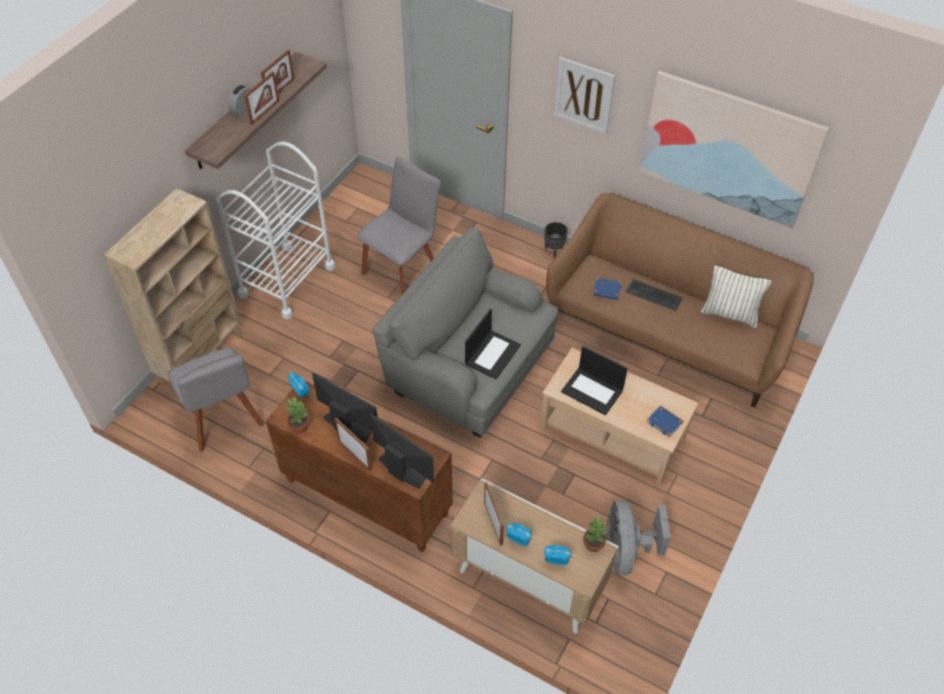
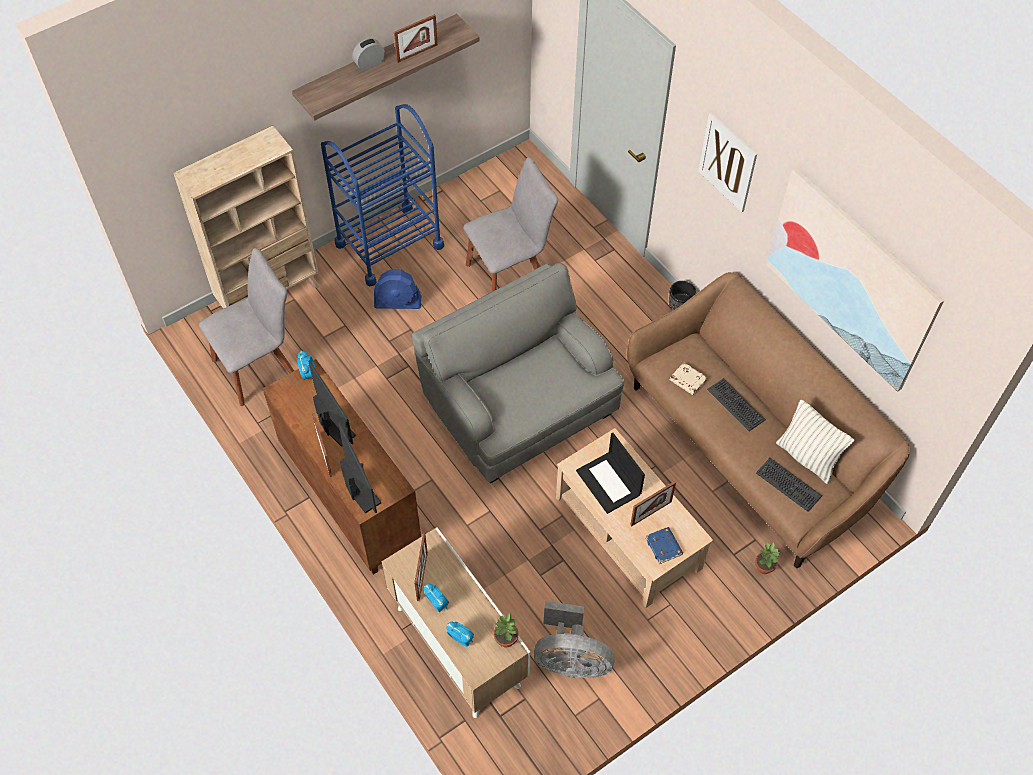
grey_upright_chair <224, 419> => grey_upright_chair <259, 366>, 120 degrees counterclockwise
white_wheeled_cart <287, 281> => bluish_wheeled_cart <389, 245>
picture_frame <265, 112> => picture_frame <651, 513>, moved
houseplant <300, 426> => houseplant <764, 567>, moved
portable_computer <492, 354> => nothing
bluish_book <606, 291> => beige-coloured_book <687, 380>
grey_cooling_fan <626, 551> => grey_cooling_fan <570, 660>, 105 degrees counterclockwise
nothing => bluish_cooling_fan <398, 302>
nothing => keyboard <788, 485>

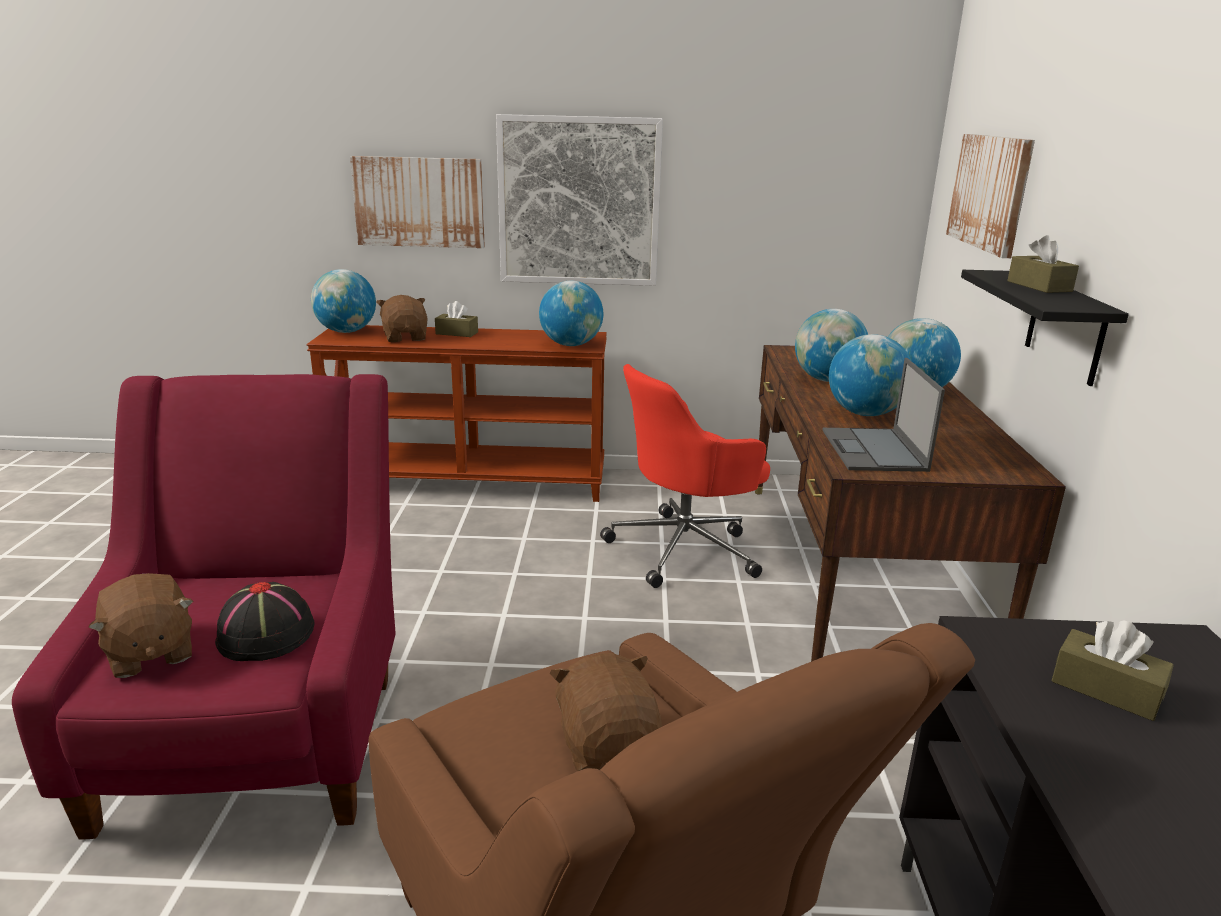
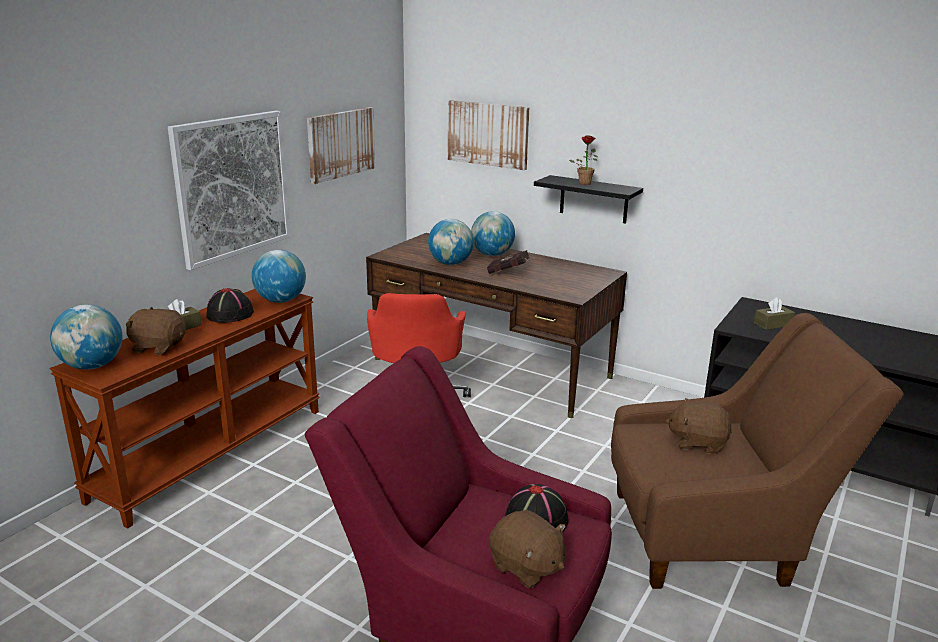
brown-coloured_soft_toy <150, 653> => brown-coloured_soft_toy <526, 567>, 45 degrees clockwise
wall_picture <419, 202> => wall_picture <341, 144>, moved
portable_computer <874, 451> => nothing
desk_globe <864, 414> => red-coloured_book <509, 273>
brown-coloured_tissue_holder <1039, 286> => houseplant <584, 183>
nothing => black-coloured_clothing_hat <230, 314>

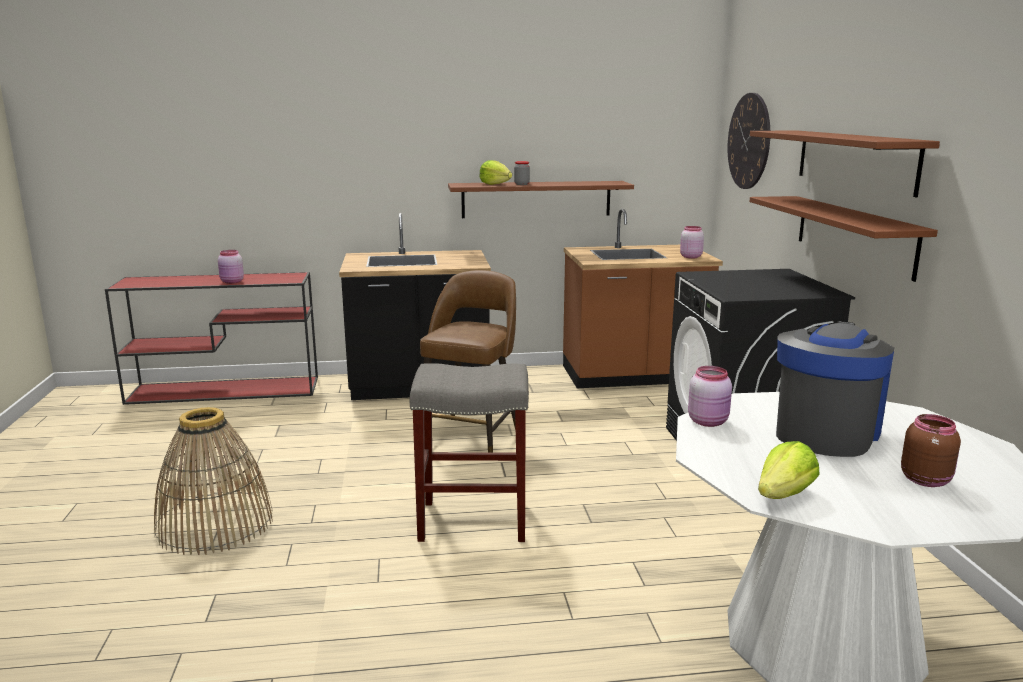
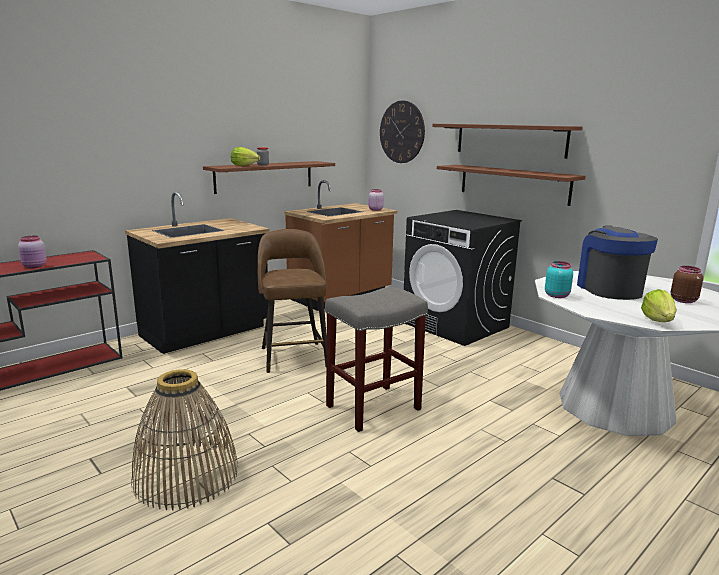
pinkish_preserve_jar <709, 421> => blue-green_preserve_jar <557, 295>

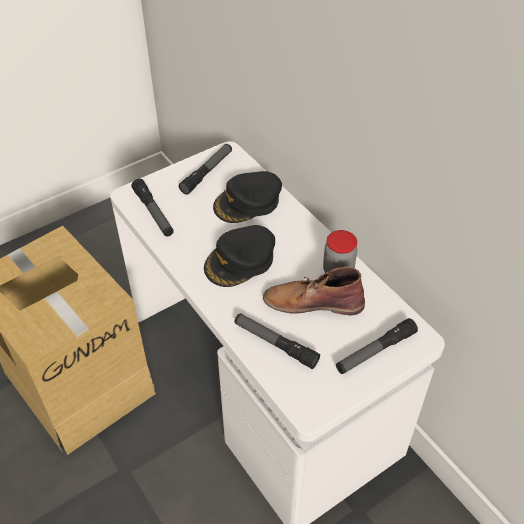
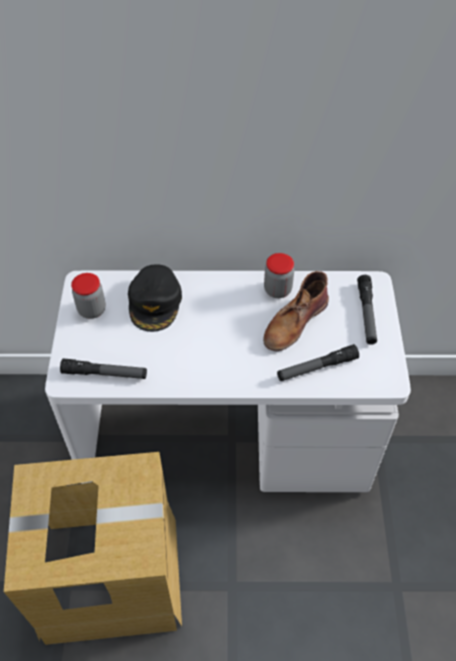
torch <207, 172> => preserve_jar <92, 310>
black-coloured_baseball_cap <240, 261> => nothing

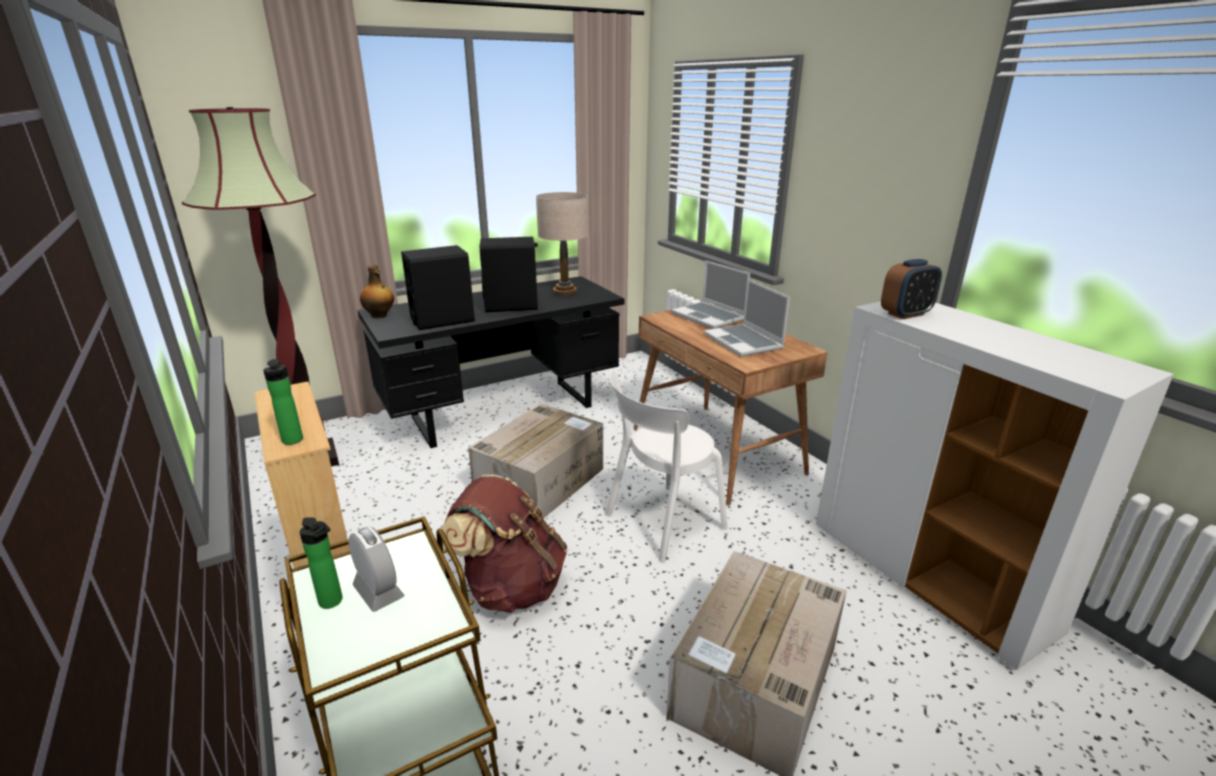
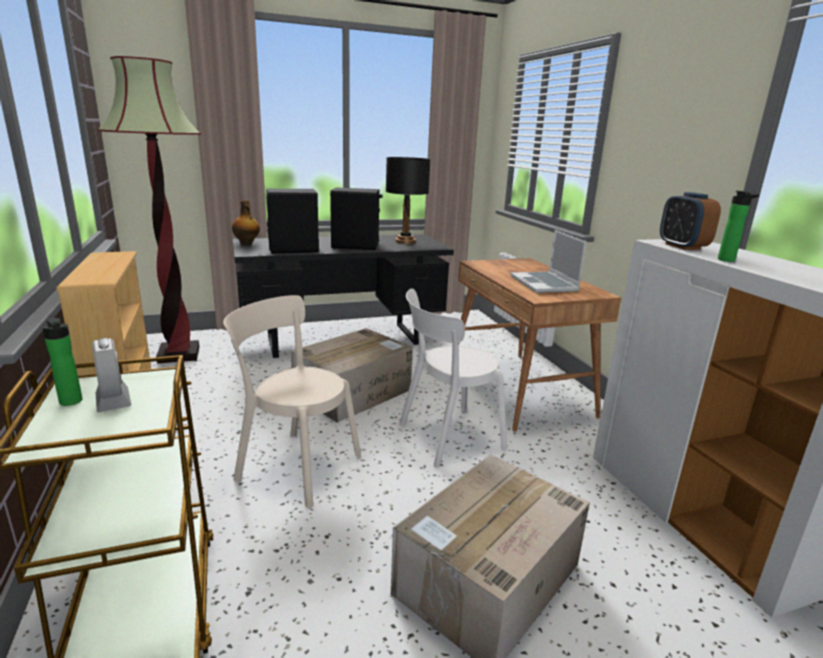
beverage_bottle <293, 441> => beverage_bottle <728, 261>, moved
brown-coloured_knapsack <511, 586> => beige-coloured_upright_chair <295, 465>
beige-coloured_lamp_for_a_table <565, 292> => black-coloured_lamp_for_a_table <405, 242>
portable_computer <709, 317> => nothing
table_clock <905, 314> => table_clock <682, 246>, 90 degrees clockwise

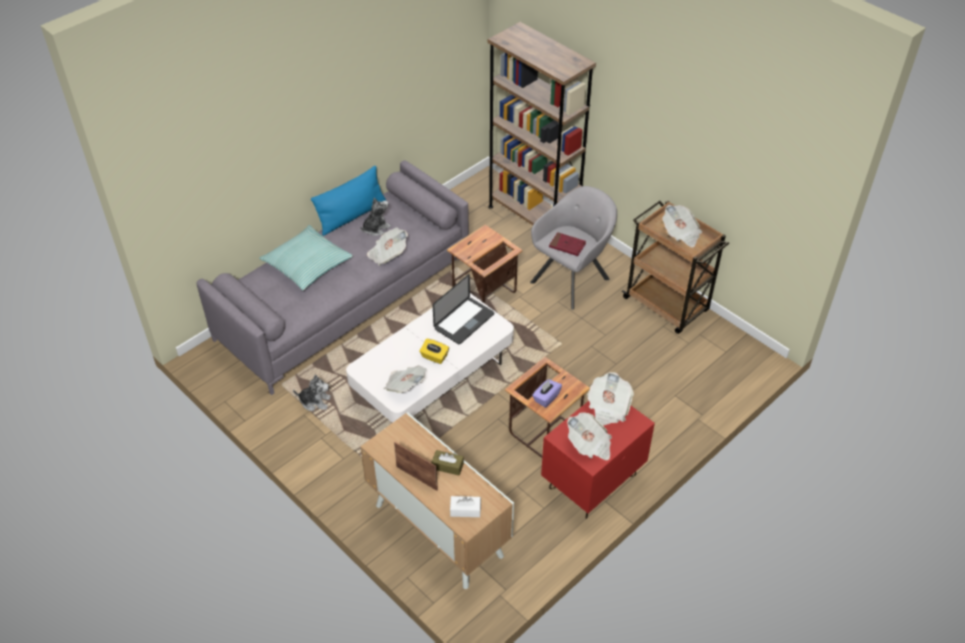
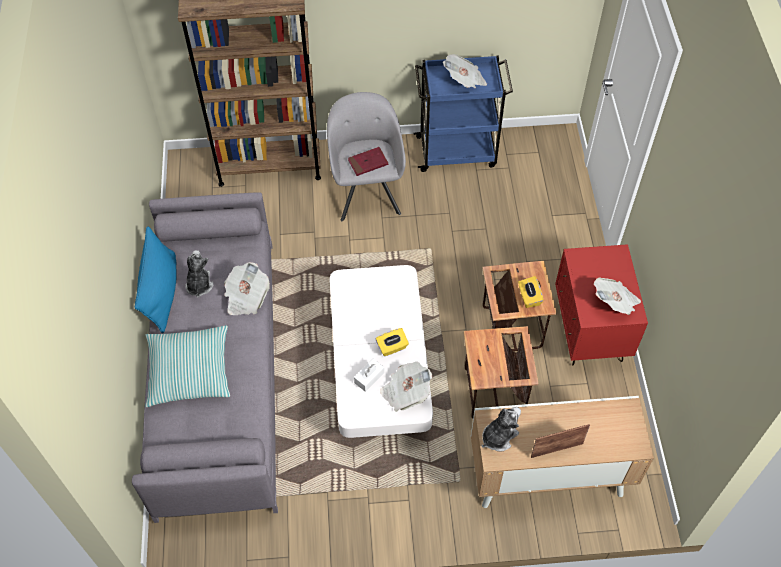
soft_toy <315, 401> => soft_toy <498, 436>, moved
brown-coloured_tissue_holder <447, 466> => nothing
portable_computer <464, 321> => nothing
accent_table <483, 294> => accent_table <494, 393>, moved
white_tissue_holder <465, 510> => white_tissue_holder <369, 378>, moved
purple_tissue_holder <546, 398> => yellowish_tissue_holder <529, 297>
newspaper <608, 408> => nothing
brown-coloured_wheeled_cart <667, 305> => bluish_wheeled_cart <457, 151>

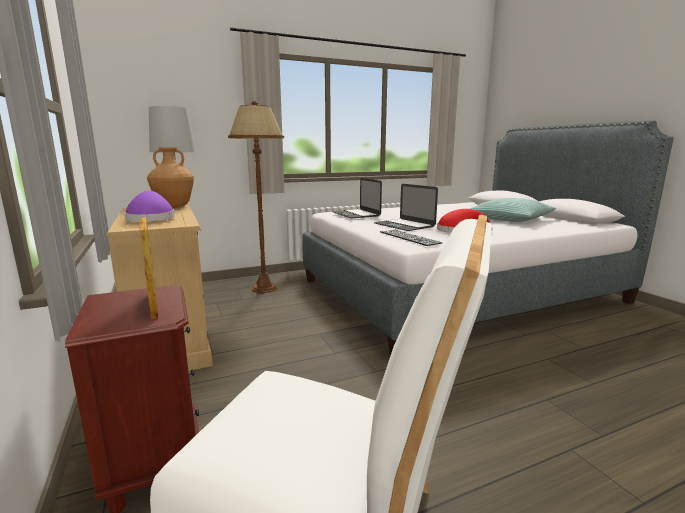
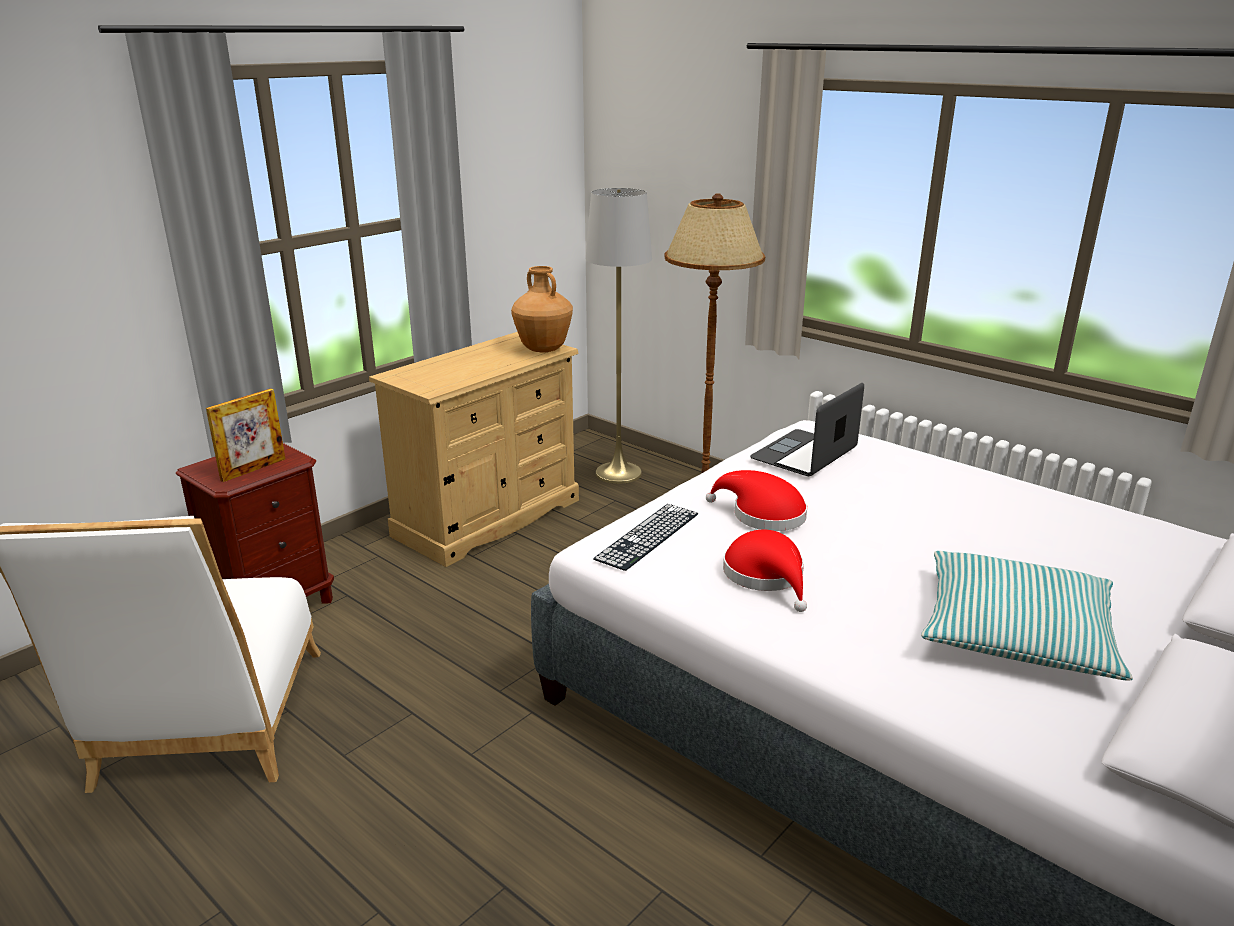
purple_clothing_hat <150, 219> => nothing
portable_computer <404, 225> => red-coloured_clothing_hat <762, 515>

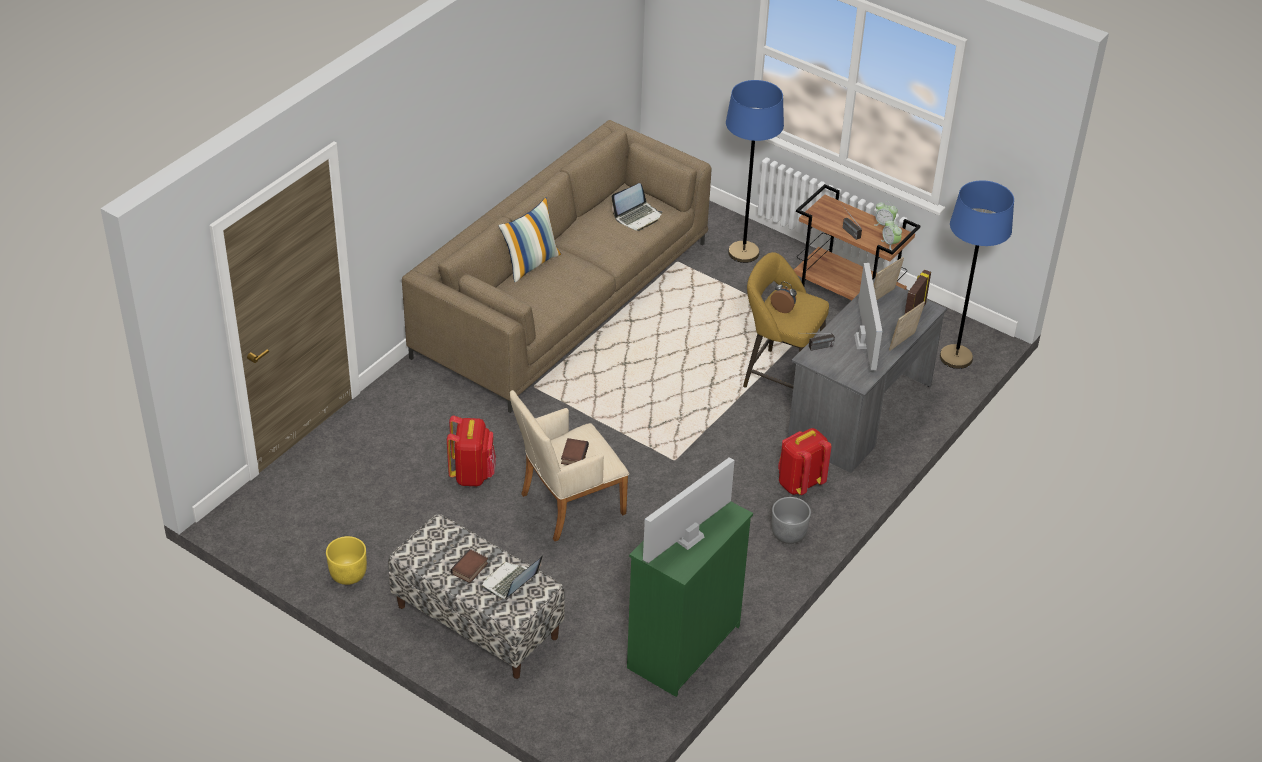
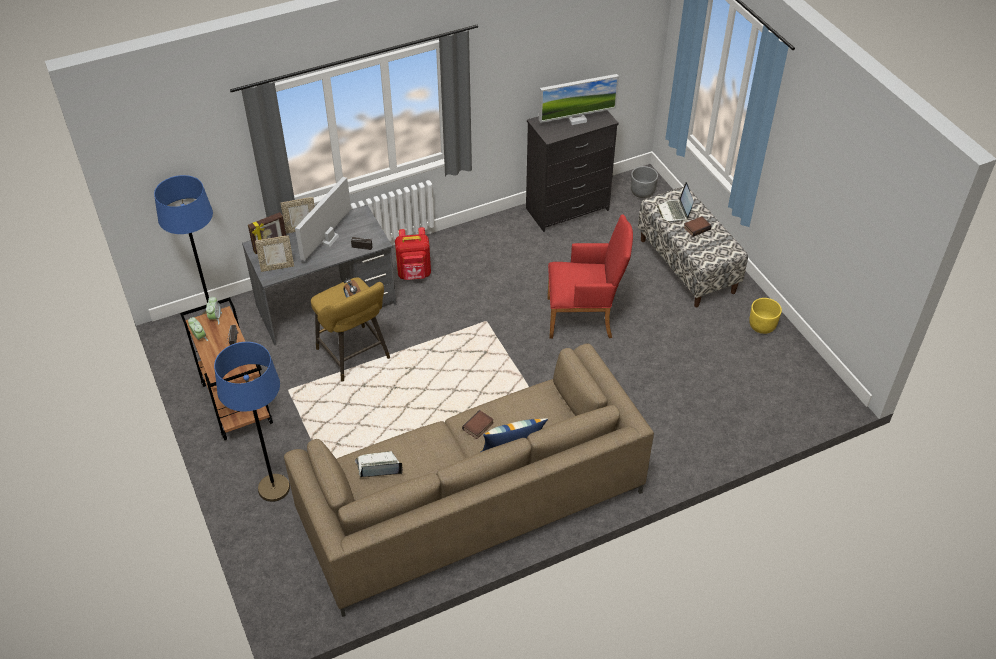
red-coloured_knapsack <472, 474> => nothing
portable_computer <510, 583> => portable_computer <674, 211>, 105 degrees clockwise
beige-coloured_armchair <566, 506> => red-coloured_armchair <584, 317>
book <573, 454> => book <478, 427>, moved
green-coloured_drawer_chest <682, 647> => black-coloured_drawer_chest <568, 209>
grey_planter <788, 533> => grey_planter <642, 192>, moved

